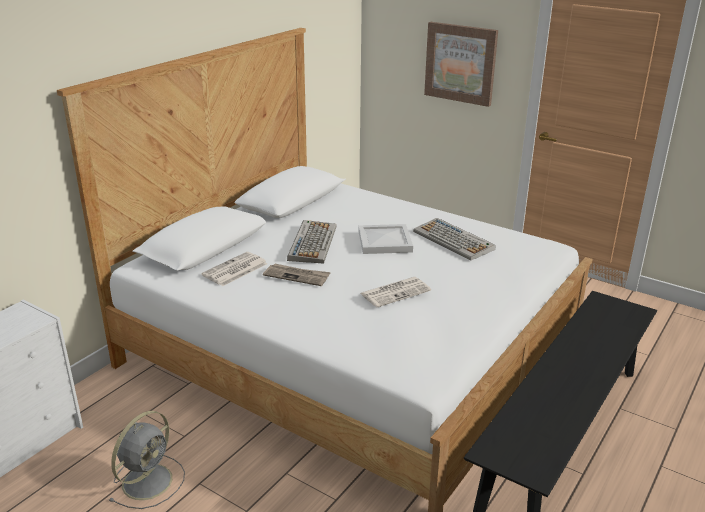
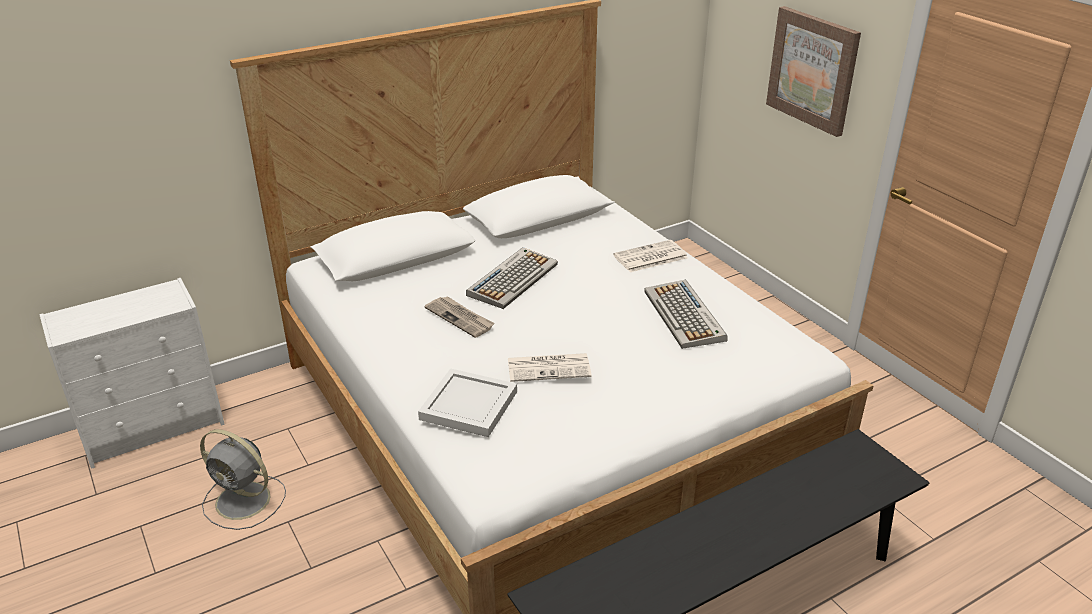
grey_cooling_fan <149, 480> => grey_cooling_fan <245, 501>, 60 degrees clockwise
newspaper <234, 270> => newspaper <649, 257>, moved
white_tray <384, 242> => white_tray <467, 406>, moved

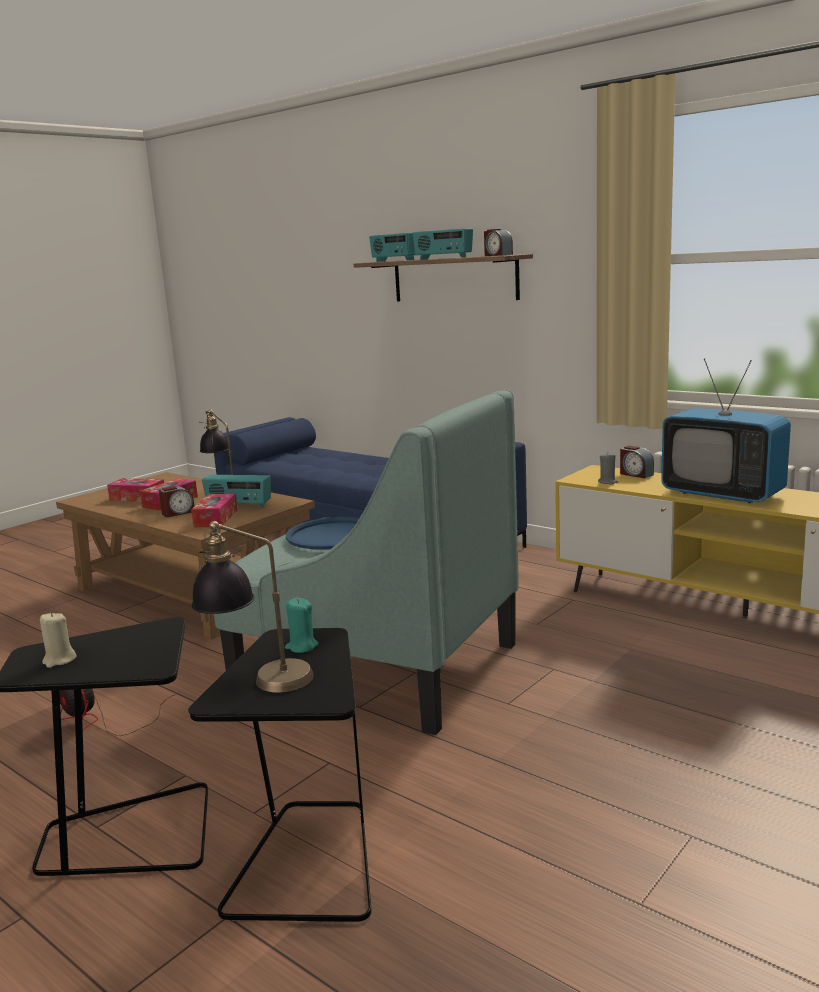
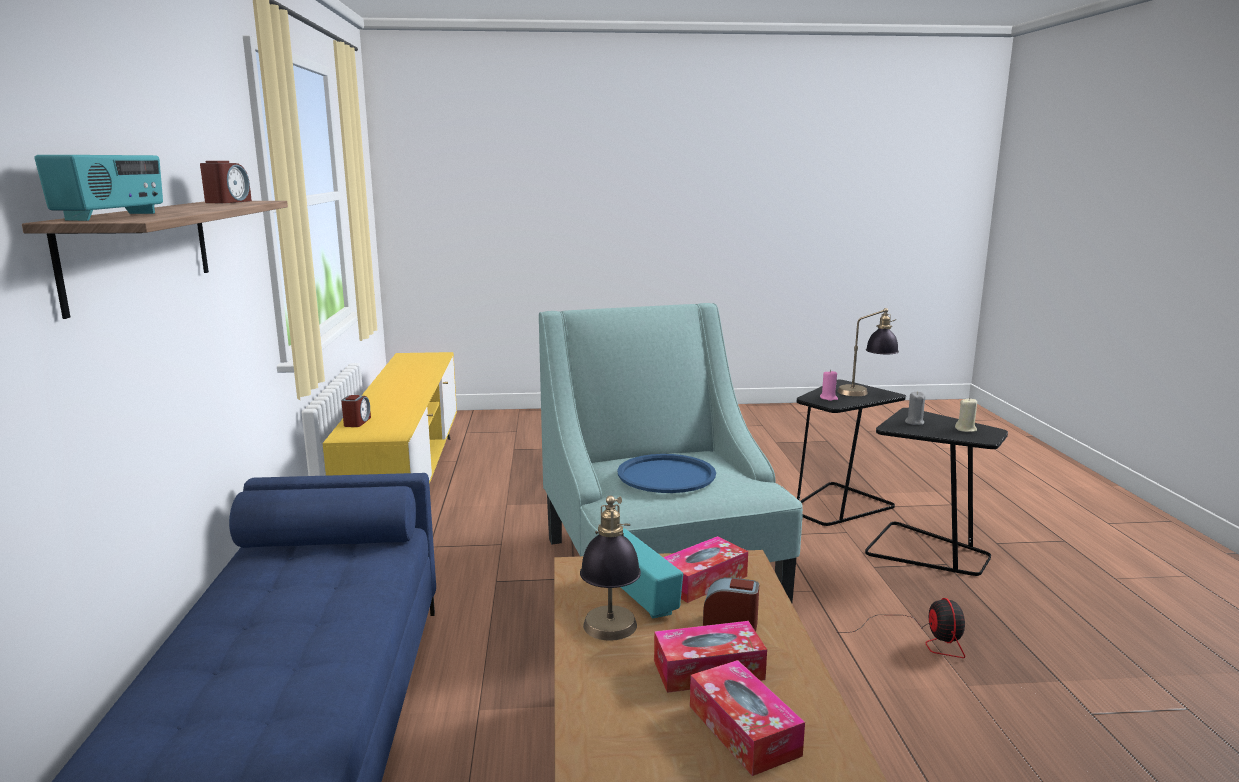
blue-green_wax_candle <301, 646> => pinkish_wax_candle <828, 398>
radio_receiver <443, 258> => nothing
grey_wax_candle <608, 482> => grey_wax_candle <914, 422>, moved
TV_set <722, 494> => nothing

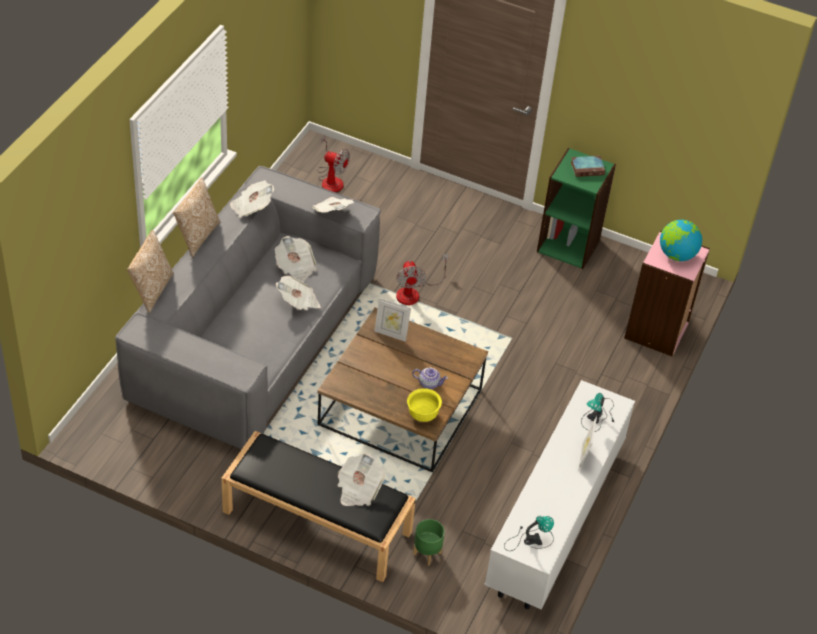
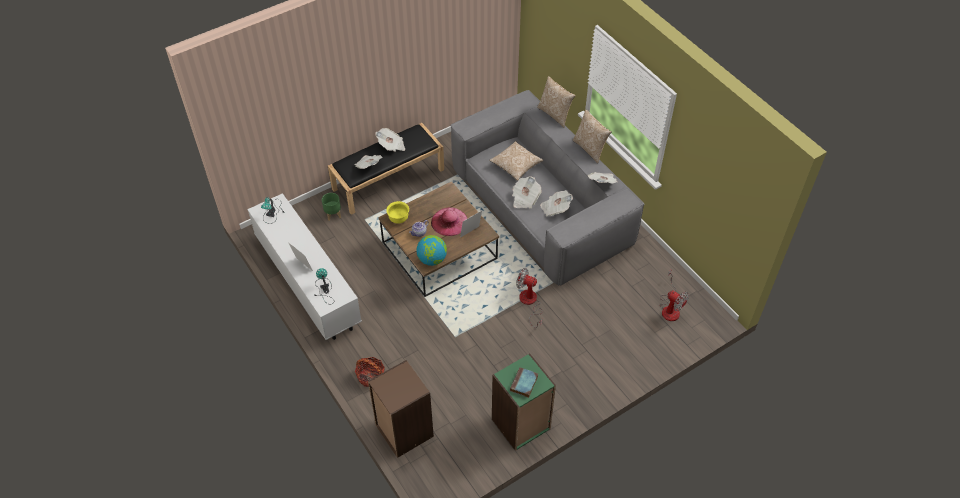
newspaper <332, 212> => newspaper <391, 146>, moved
cooling_fan <331, 179> => cooling_fan <670, 308>, 105 degrees counterclockwise
pinkish_shelving_unit <657, 330> => brown-coloured_shelving_unit <403, 431>
desk_globe <676, 255> => desk_globe <432, 259>, moved
nothing => basket <370, 376>
nothing => pinkish_clothing_hat <449, 221>
nothing => pillow <516, 165>

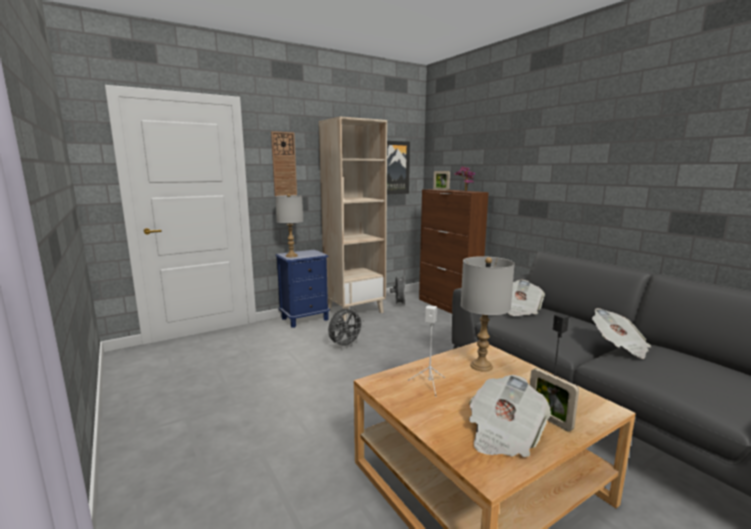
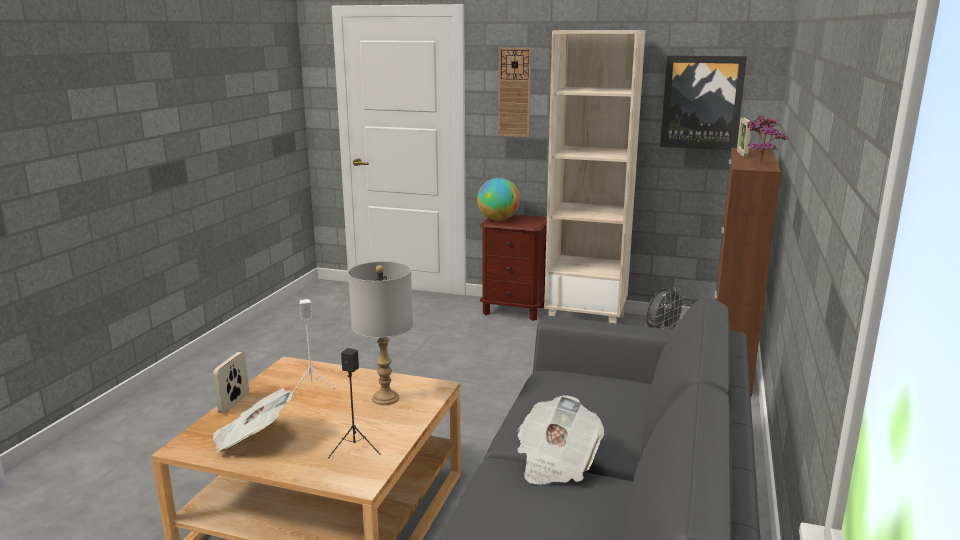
grey_lamp_for_a_table <291, 256> => desk_globe <498, 220>
bluish_nightstand <305, 319> => brown-coloured_nightstand <514, 310>
grey_cooling_fan <345, 345> => nothing
newspaper <520, 309> => nothing
picture_frame <549, 420> => picture_frame <234, 403>, moved

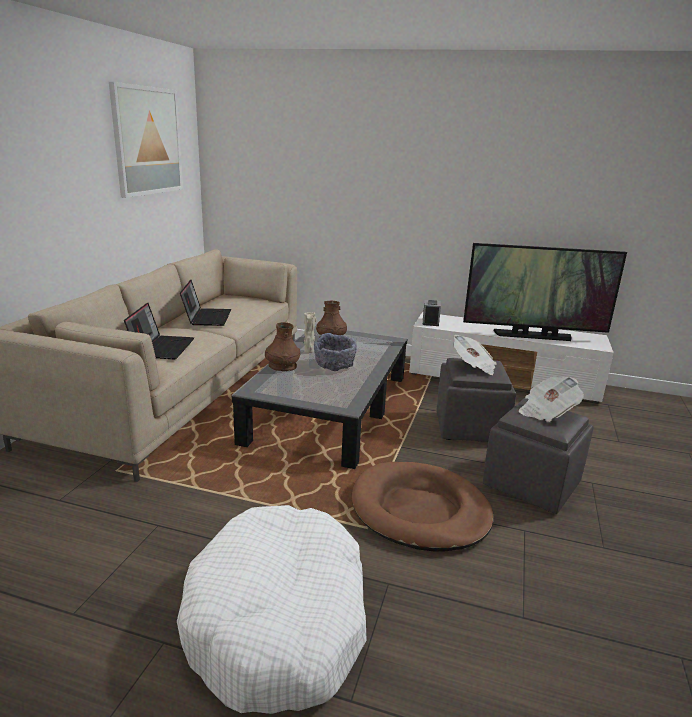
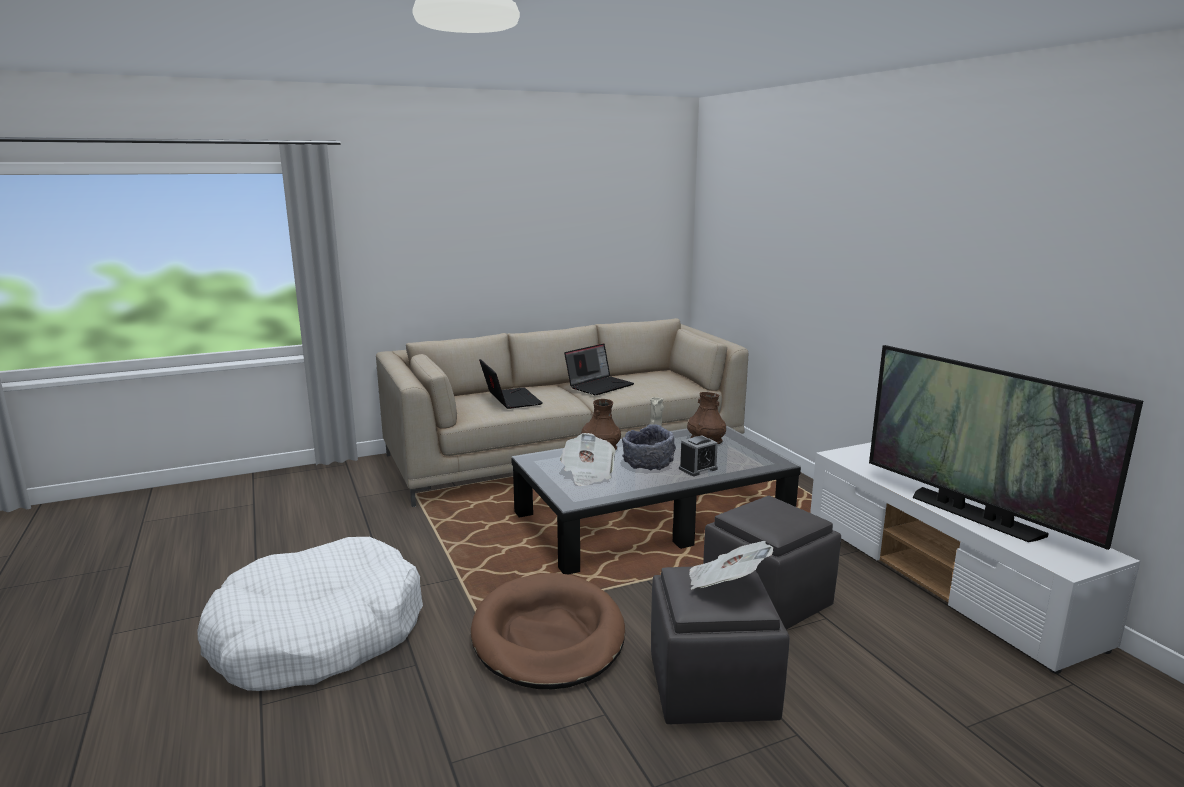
wall_picture <147, 141> => nothing
portable_computer <162, 347> => portable_computer <510, 399>, 75 degrees counterclockwise
table_clock <430, 322> => table_clock <698, 469>, moved
newspaper <473, 366> => newspaper <587, 474>, moved

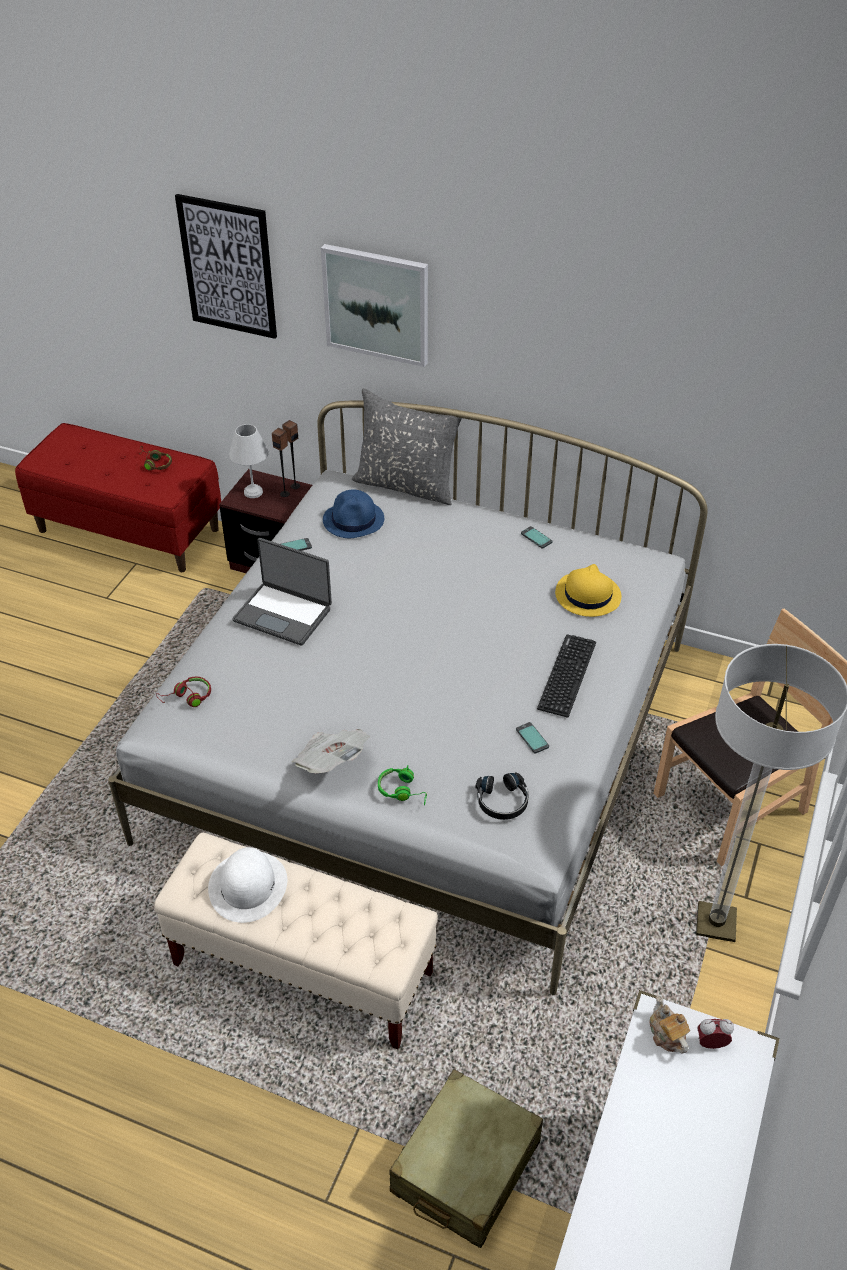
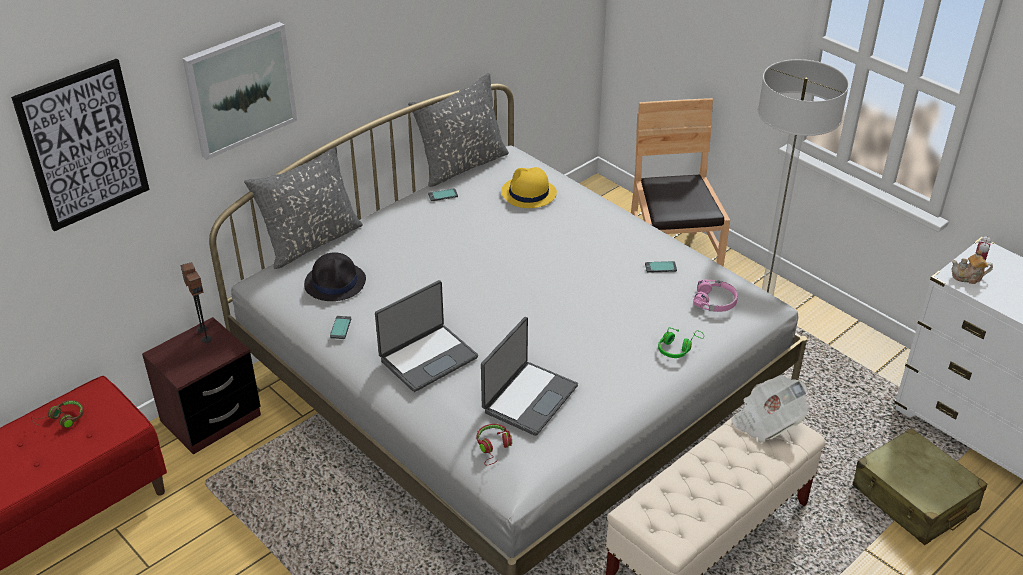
white_clothing_hat <248, 885> => nothing
white_lamp_for_a_table <252, 492> => nothing
newspaper <331, 762> => newspaper <767, 421>, moved
bluish_clothing_hat <354, 520> => black-coloured_clothing_hat <335, 282>
black-coloured_headphones <502, 801> => pinkish_headphones <715, 301>
keyboard <567, 675> => nothing
nothing => grey_pillow <461, 165>
nothing => portable_computer <528, 398>

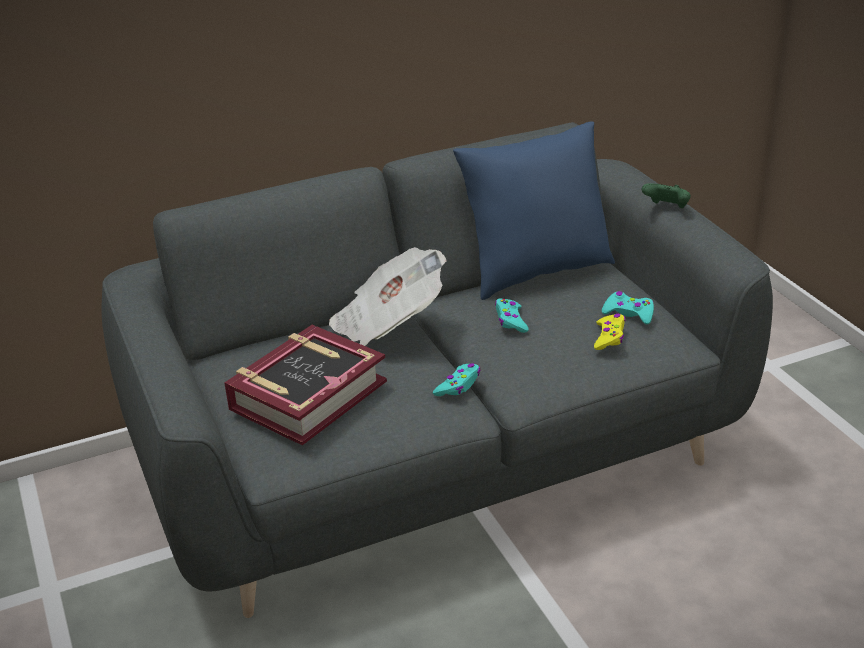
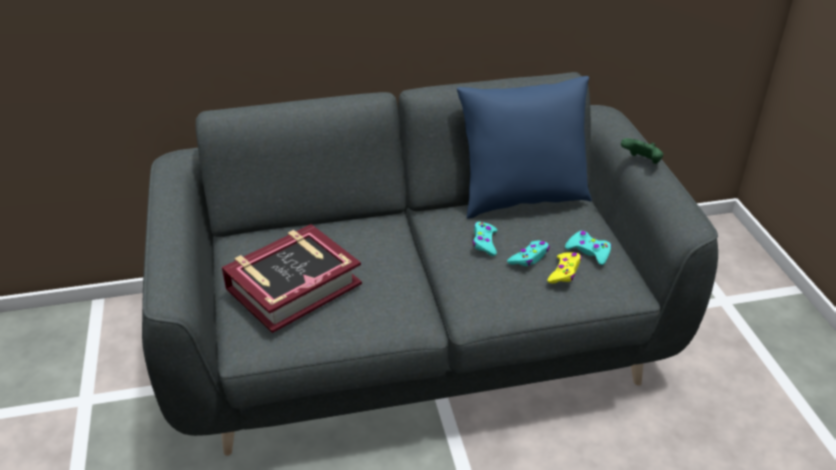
newspaper <388, 322> => nothing
blue-green_joypad <458, 386> => blue-green_joypad <529, 258>, moved

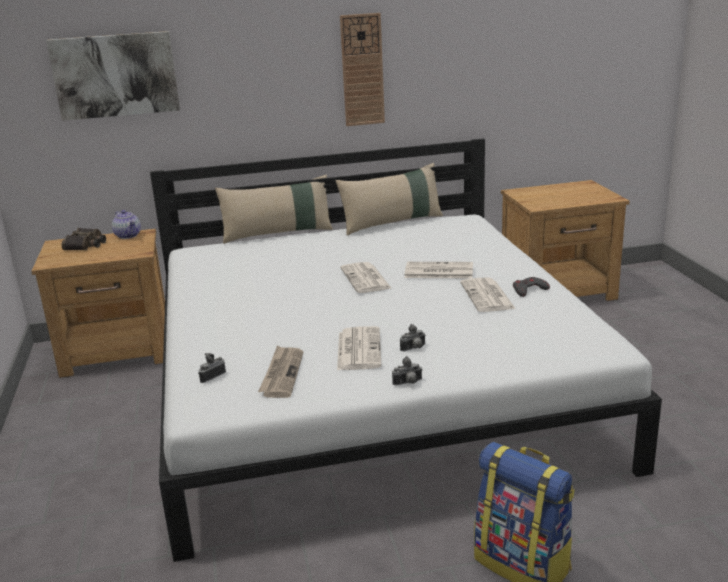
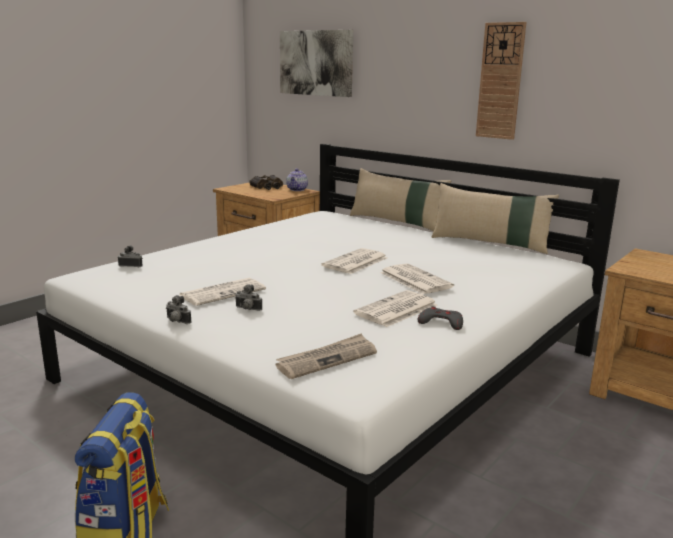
newspaper <282, 374> => newspaper <327, 359>, moved

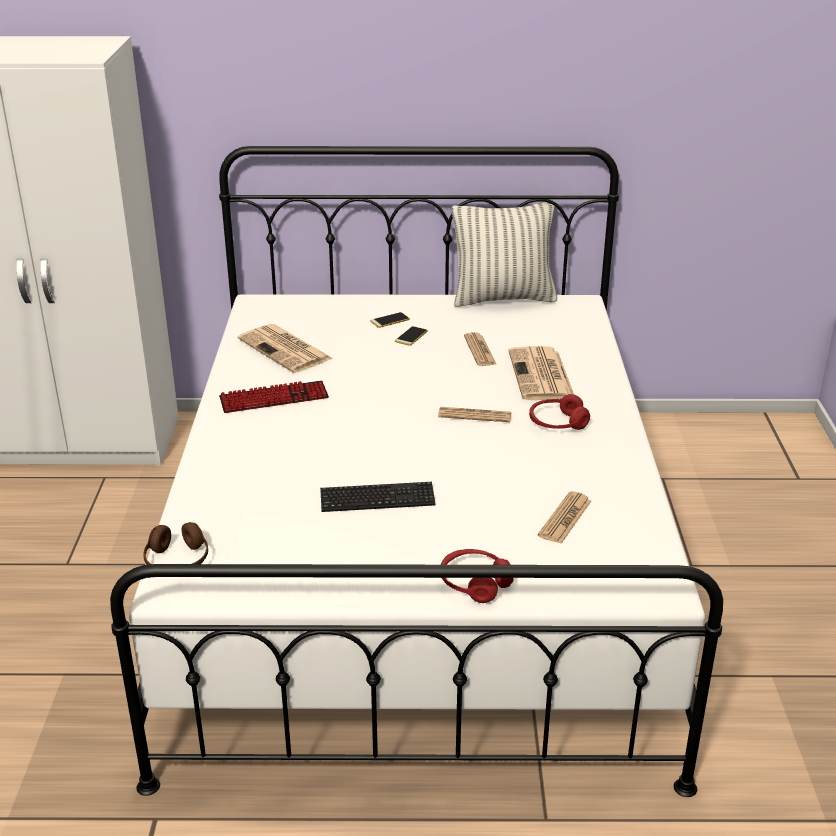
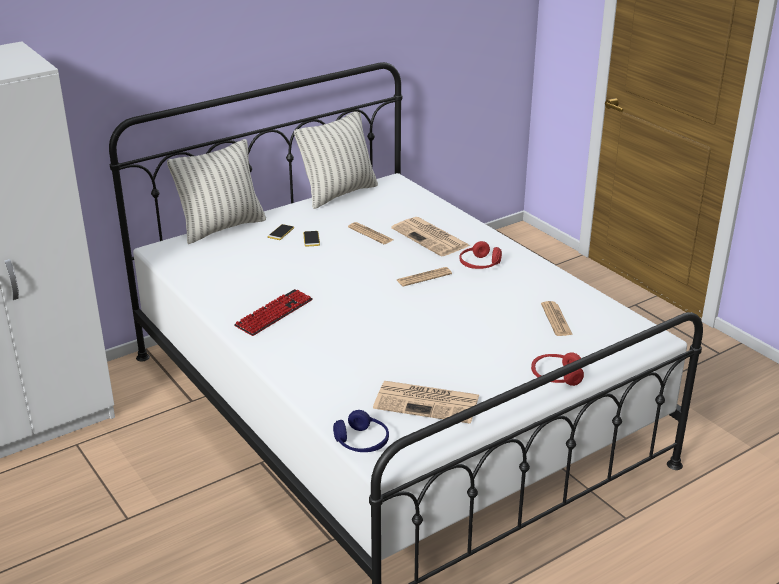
brown-coloured_headphones <177, 561> => bluish_headphones <361, 442>
newspaper <286, 350> => newspaper <428, 402>, moved
keyboard <377, 499> => nothing
nothing => pillow <222, 227>

